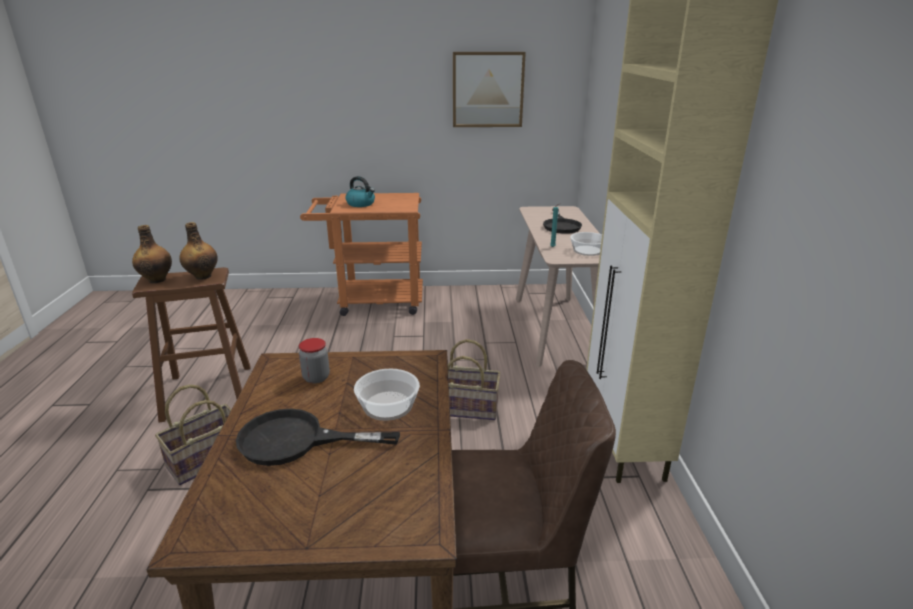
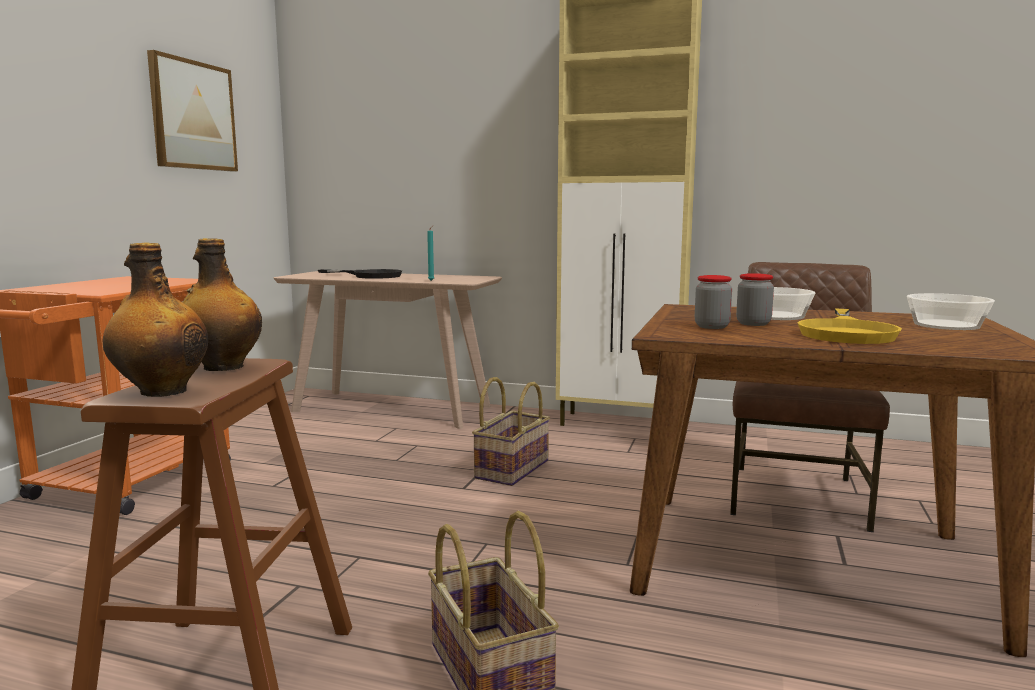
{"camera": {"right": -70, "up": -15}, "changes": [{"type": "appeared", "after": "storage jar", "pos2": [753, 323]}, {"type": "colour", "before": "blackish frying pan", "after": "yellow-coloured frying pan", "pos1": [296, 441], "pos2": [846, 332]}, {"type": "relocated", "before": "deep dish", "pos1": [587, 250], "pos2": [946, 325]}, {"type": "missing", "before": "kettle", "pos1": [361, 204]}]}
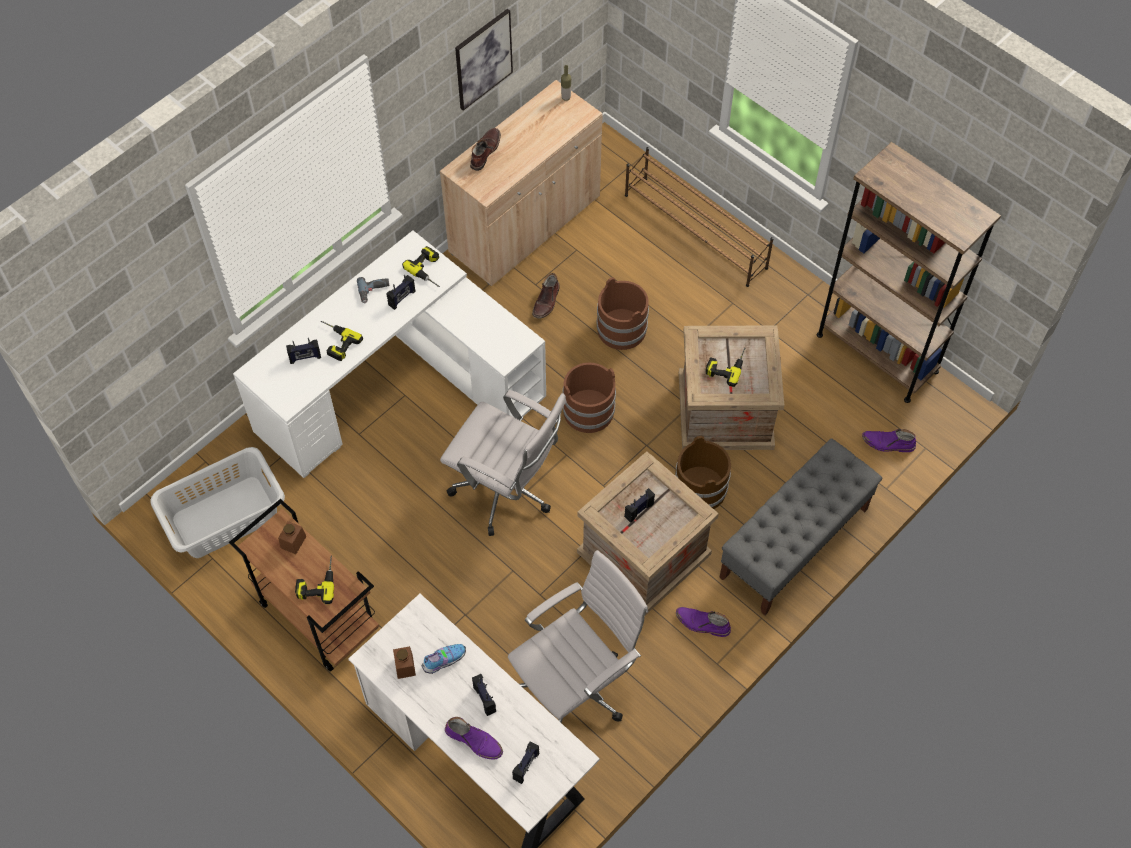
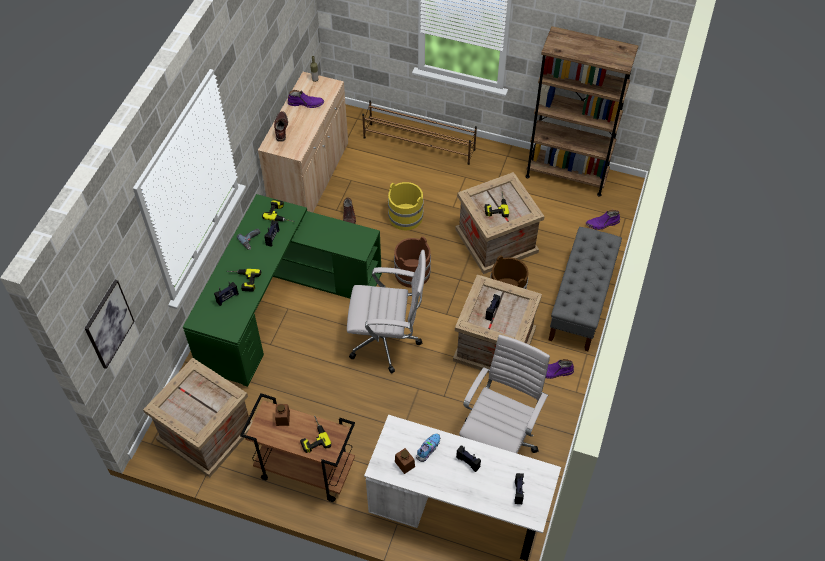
{"camera": {"right": -25, "up": -5}, "changes": [{"type": "relocated", "before": "wall picture", "pos1": [483, 59], "pos2": [108, 324]}, {"type": "exchanged", "before": "gray laundry basket", "after": "packing crate", "pos1": [224, 517], "pos2": [205, 433]}, {"type": "colour", "before": "white-coloured desk table", "after": "greenish desk table", "pos1": [398, 385], "pos2": [280, 304]}, {"type": "relocated", "before": "purplish tall boot", "pos1": [474, 740], "pos2": [306, 103]}, {"type": "colour", "before": "brown-coloured bucket", "after": "yellow-coloured bucket", "pos1": [622, 329], "pos2": [406, 217]}]}
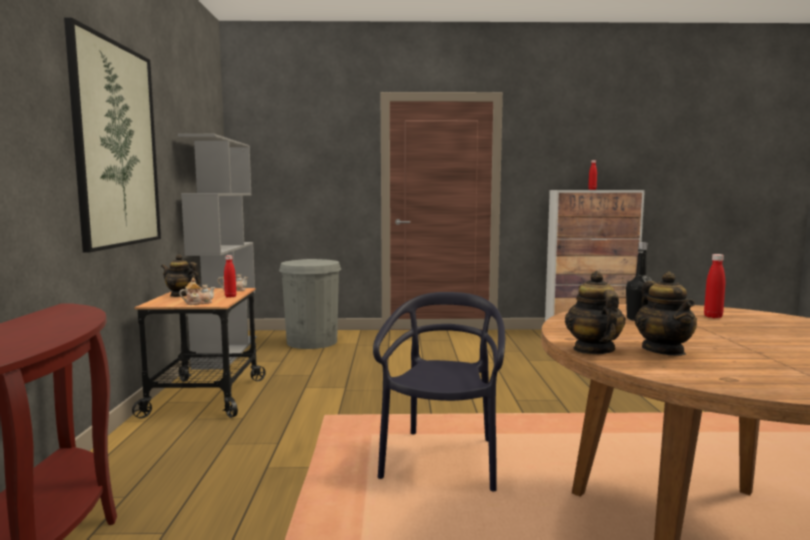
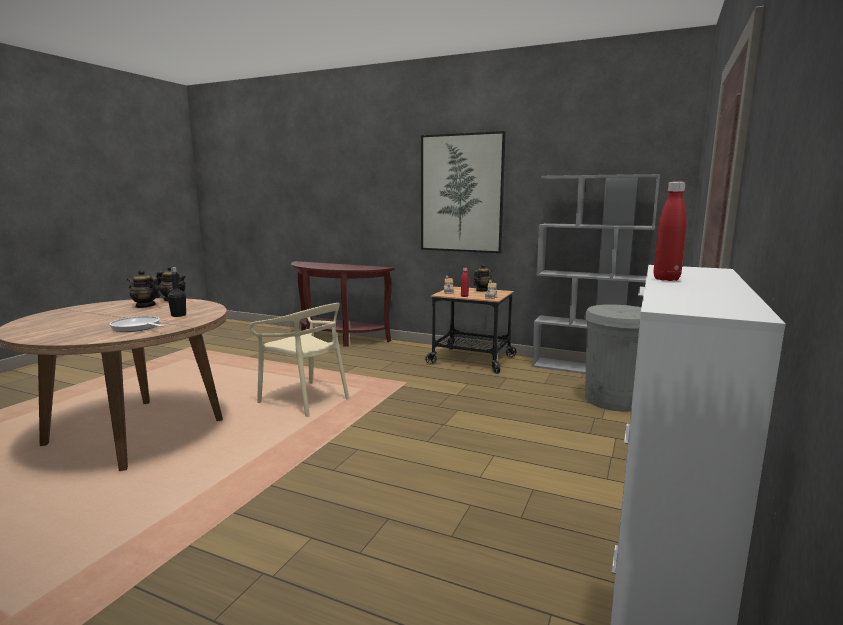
{"camera": {"right": 115, "up": 5}, "changes": [{"type": "exchanged", "before": "red drink bottle", "after": "frying pan", "pos1": [713, 316], "pos2": [137, 327]}, {"type": "colour", "before": "blackish upright chair", "after": "sand-coloured upright chair", "pos1": [443, 460], "pos2": [305, 399]}]}
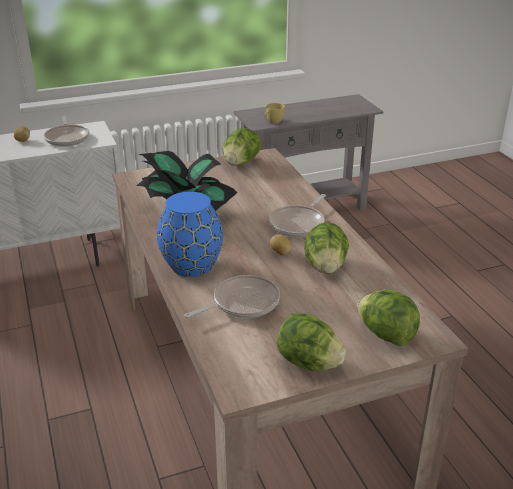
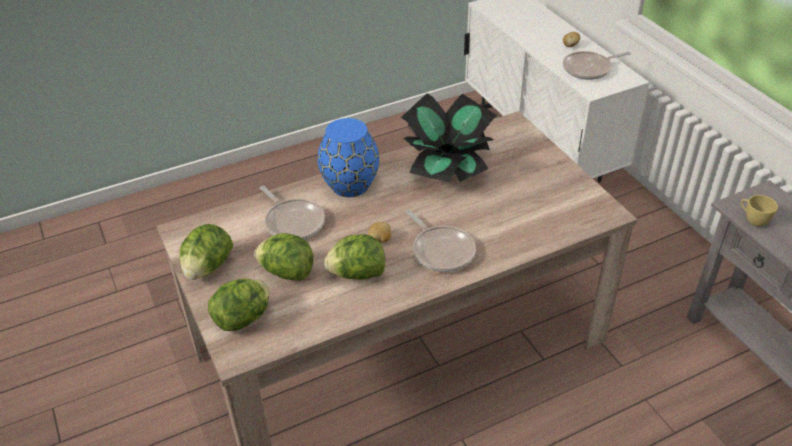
{"camera": {"right": 85, "up": 10}, "changes": [{"type": "relocated", "before": "lettuce", "pos1": [241, 163], "pos2": [287, 272]}, {"type": "spun", "before": "frying pan", "pos1": [299, 224], "pos2": [441, 250], "turn": -150}]}
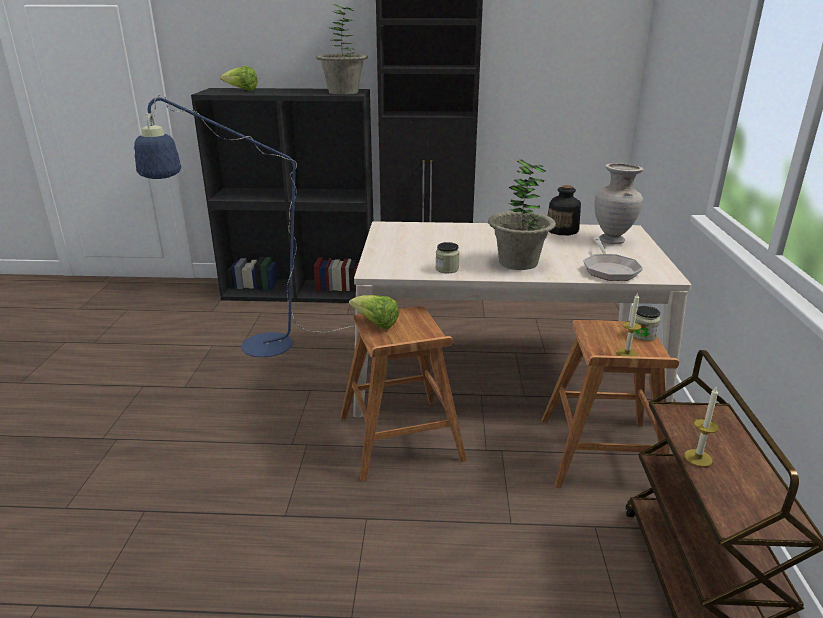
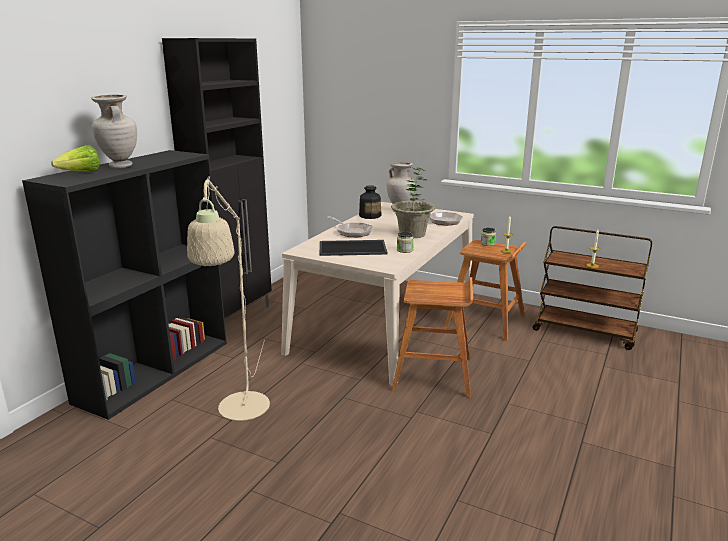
{"camera": {"right": -65, "up": -5}, "changes": [{"type": "appeared", "after": "sand-coloured flower vase", "pos2": [120, 166]}, {"type": "colour", "before": "blue-coloured standard lamp", "after": "sand-coloured standard lamp", "pos1": [253, 347], "pos2": [242, 413]}, {"type": "appeared", "after": "carrying tray", "pos2": [353, 248]}, {"type": "appeared", "after": "frying pan", "pos2": [352, 232]}, {"type": "missing", "before": "potted plant", "pos1": [343, 92]}, {"type": "missing", "before": "lettuce", "pos1": [376, 324]}]}
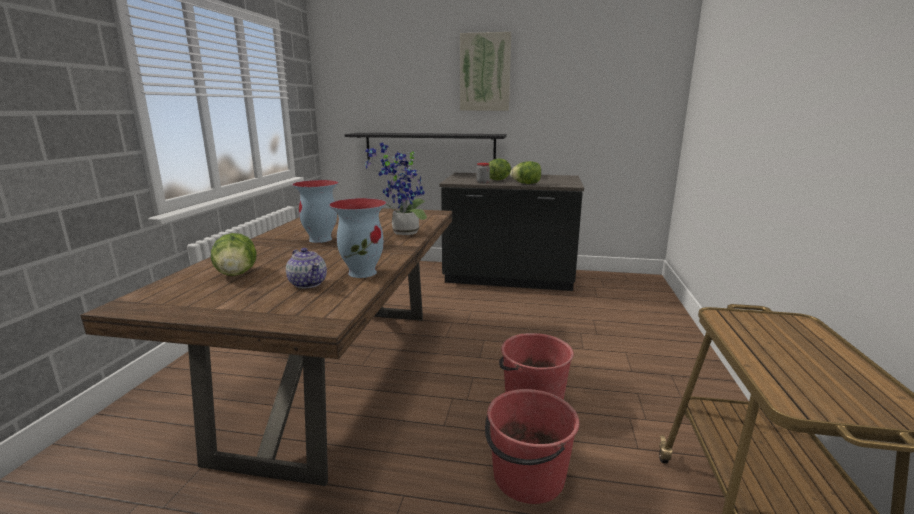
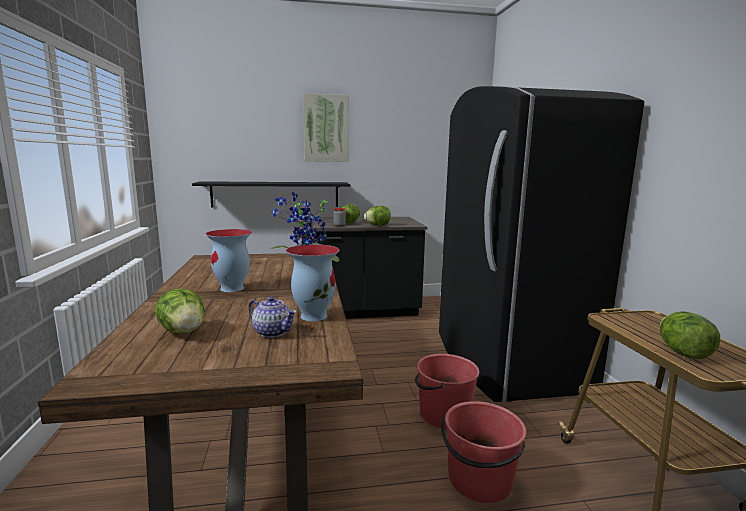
{"camera": {"right": -20, "up": -5}, "changes": [{"type": "appeared", "after": "blackish refrigerator", "pos2": [505, 362]}, {"type": "appeared", "after": "lettuce", "pos2": [683, 353]}]}
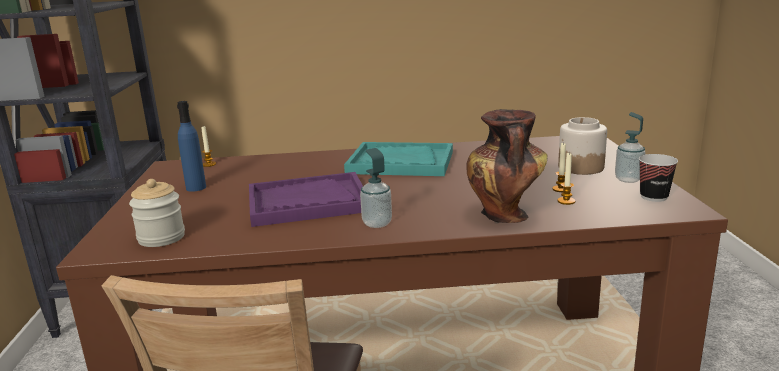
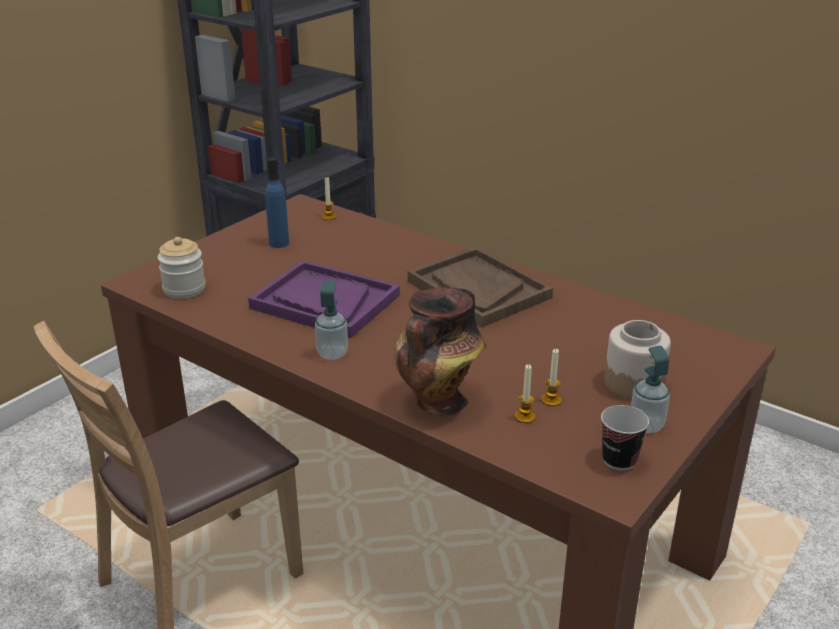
{"camera": {"right": 40, "up": 10}, "changes": [{"type": "colour", "before": "turquoise carrying tray", "after": "brown-coloured carrying tray", "pos1": [400, 162], "pos2": [478, 289]}]}
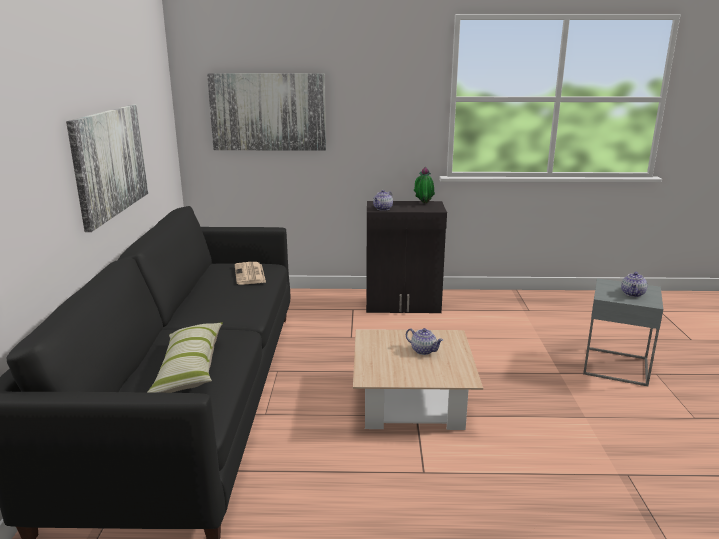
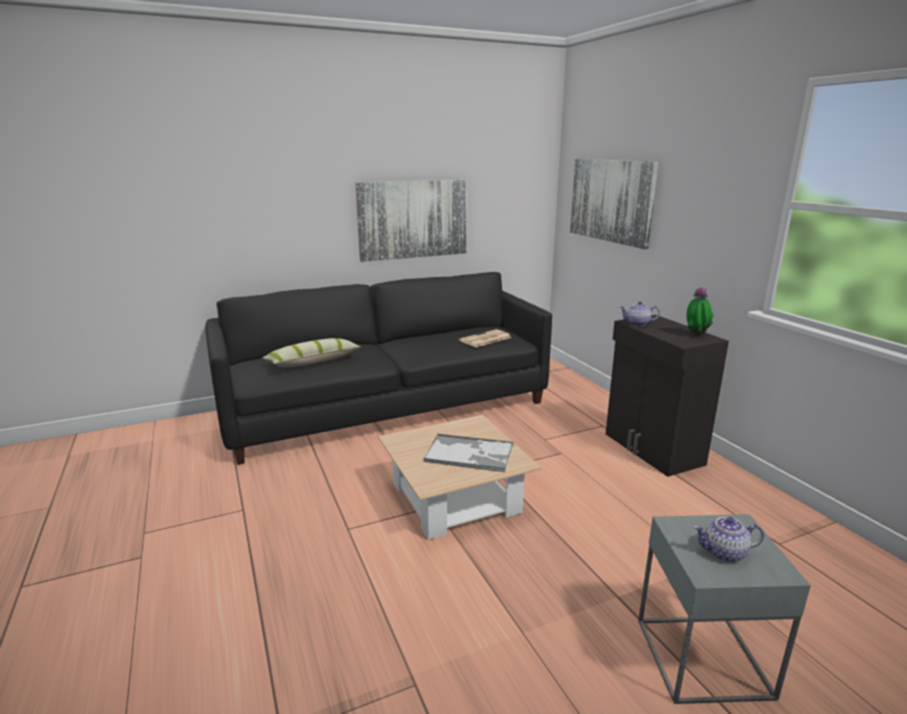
{"camera": {"right": 65, "up": 0}, "changes": [{"type": "exchanged", "before": "pot for tea", "after": "carrying tray", "pos1": [424, 350], "pos2": [470, 454]}]}
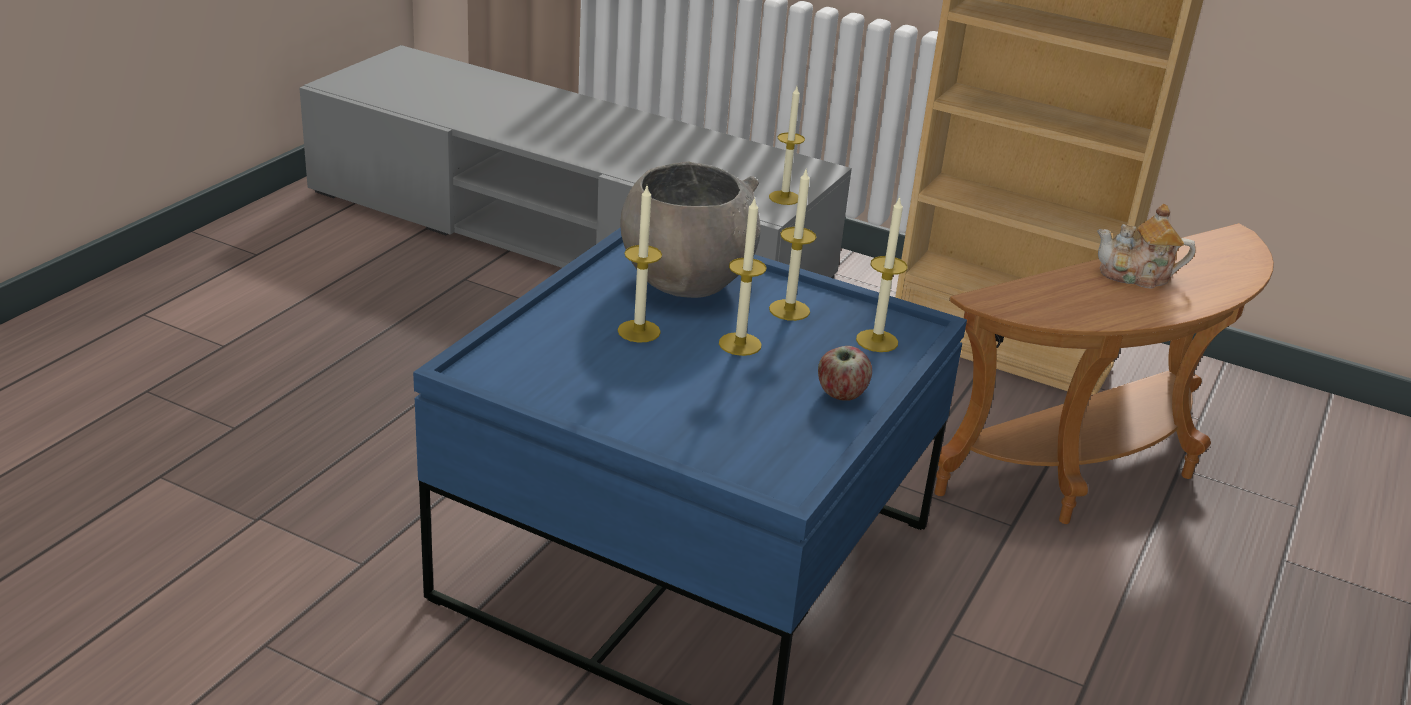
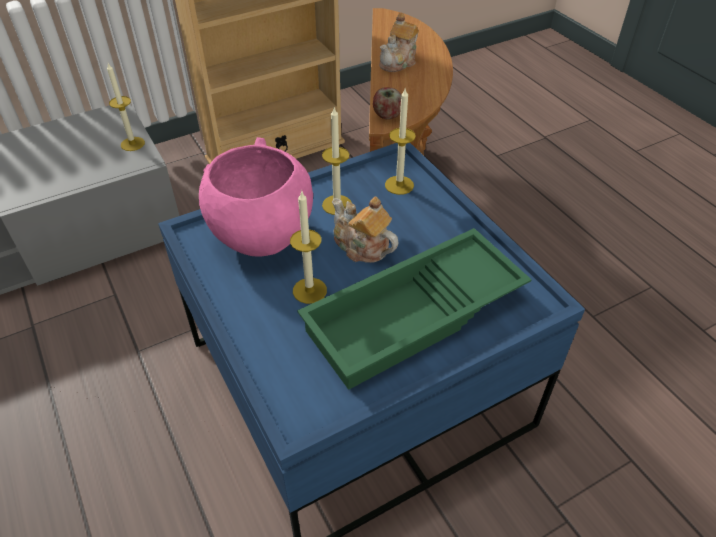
{"camera": {"right": -55, "up": 15}, "changes": [{"type": "colour", "before": "gray deep dish", "after": "pink-coloured deep dish", "pos1": [685, 280], "pos2": [261, 236]}, {"type": "appeared", "after": "greenish carrying tray", "pos2": [415, 317]}, {"type": "exchanged", "before": "wax candle", "after": "pot for tea", "pos1": [740, 344], "pos2": [361, 247]}, {"type": "relocated", "before": "whole apple", "pos1": [841, 394], "pos2": [387, 116]}]}
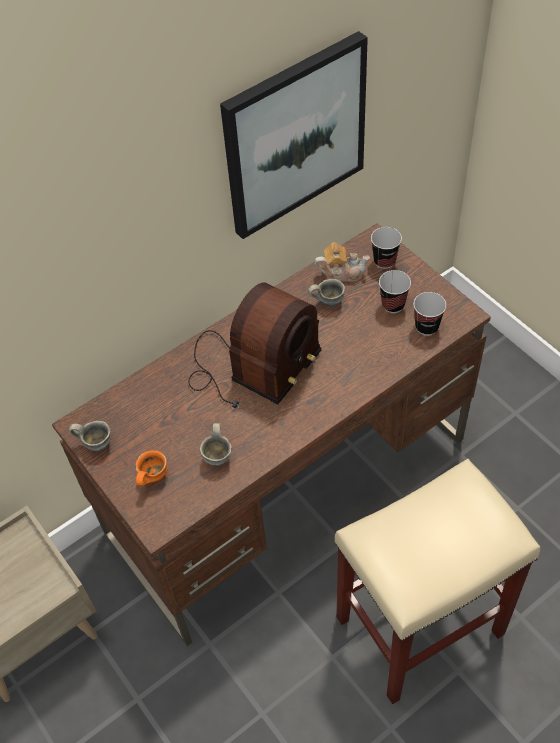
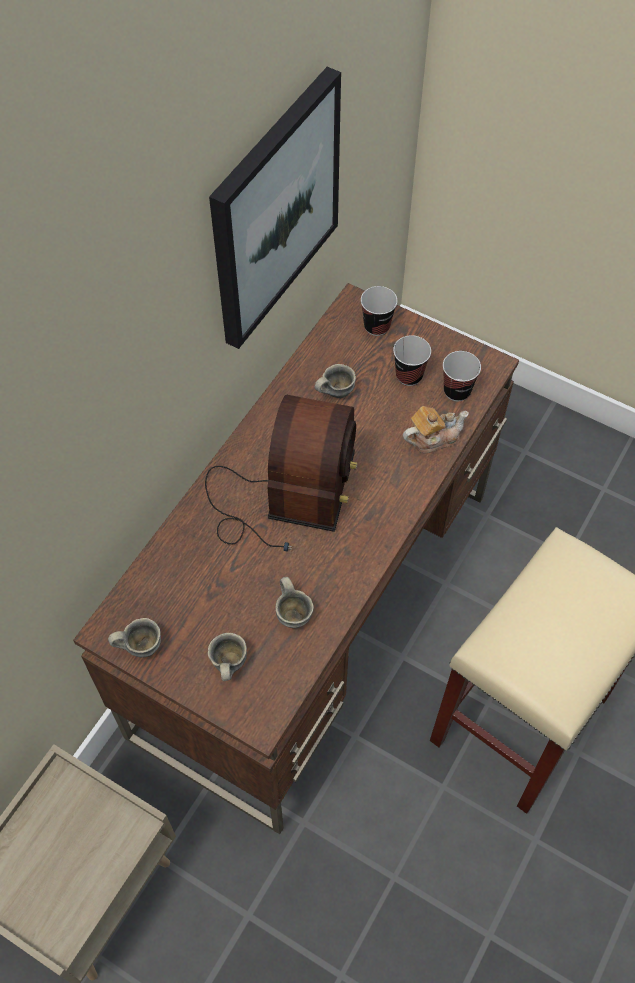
{"camera": {"right": -25, "up": 5}, "changes": [{"type": "colour", "before": "orangey mug", "after": "gray mug", "pos1": [151, 477], "pos2": [227, 665]}, {"type": "relocated", "before": "pot for tea", "pos1": [342, 273], "pos2": [433, 438]}]}
